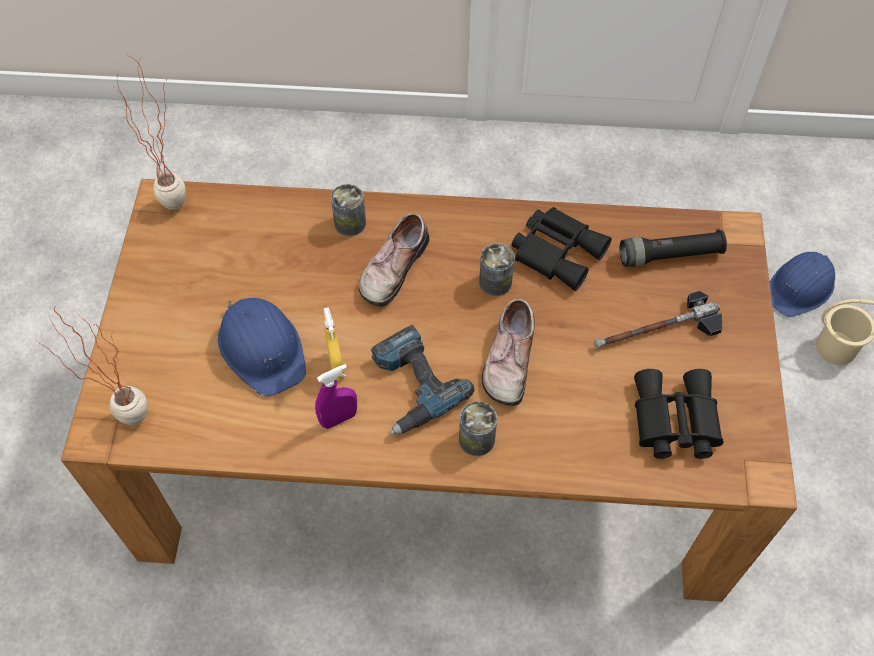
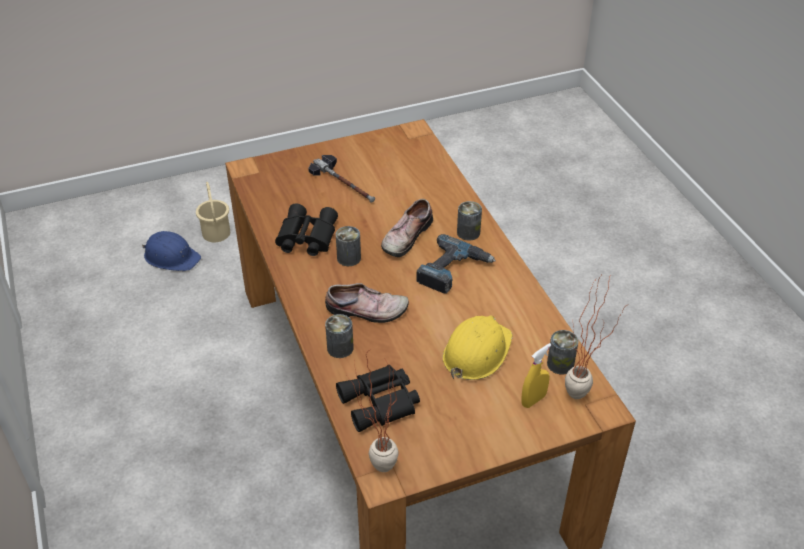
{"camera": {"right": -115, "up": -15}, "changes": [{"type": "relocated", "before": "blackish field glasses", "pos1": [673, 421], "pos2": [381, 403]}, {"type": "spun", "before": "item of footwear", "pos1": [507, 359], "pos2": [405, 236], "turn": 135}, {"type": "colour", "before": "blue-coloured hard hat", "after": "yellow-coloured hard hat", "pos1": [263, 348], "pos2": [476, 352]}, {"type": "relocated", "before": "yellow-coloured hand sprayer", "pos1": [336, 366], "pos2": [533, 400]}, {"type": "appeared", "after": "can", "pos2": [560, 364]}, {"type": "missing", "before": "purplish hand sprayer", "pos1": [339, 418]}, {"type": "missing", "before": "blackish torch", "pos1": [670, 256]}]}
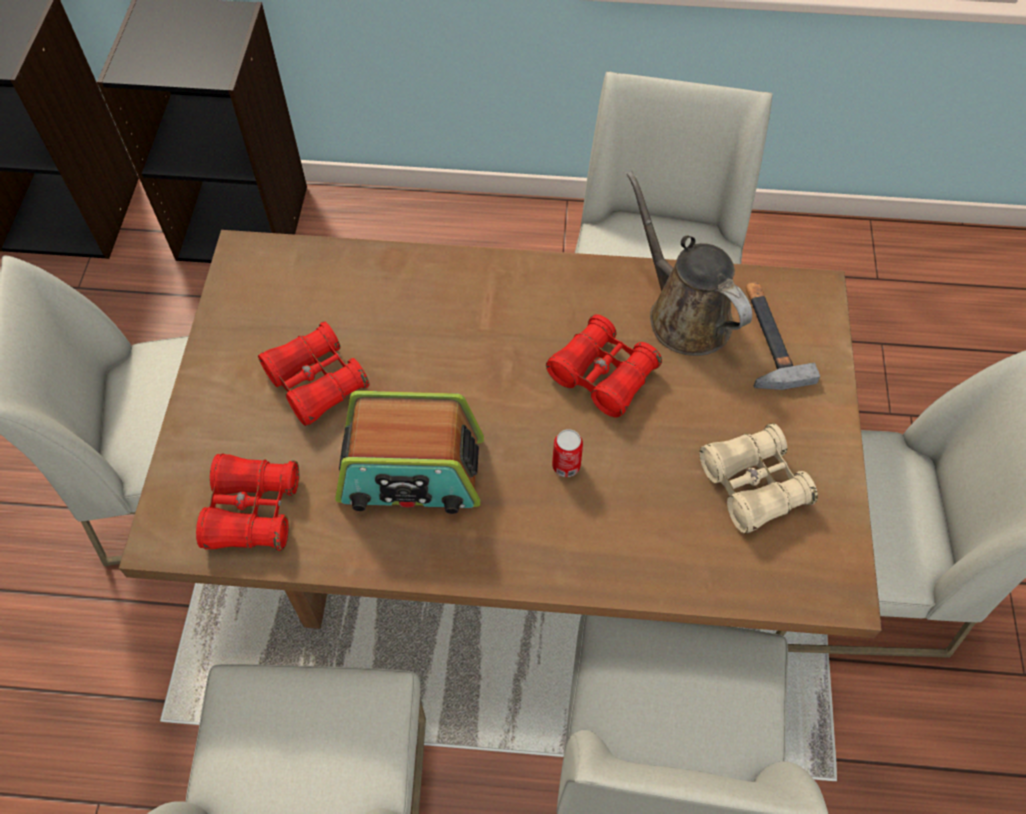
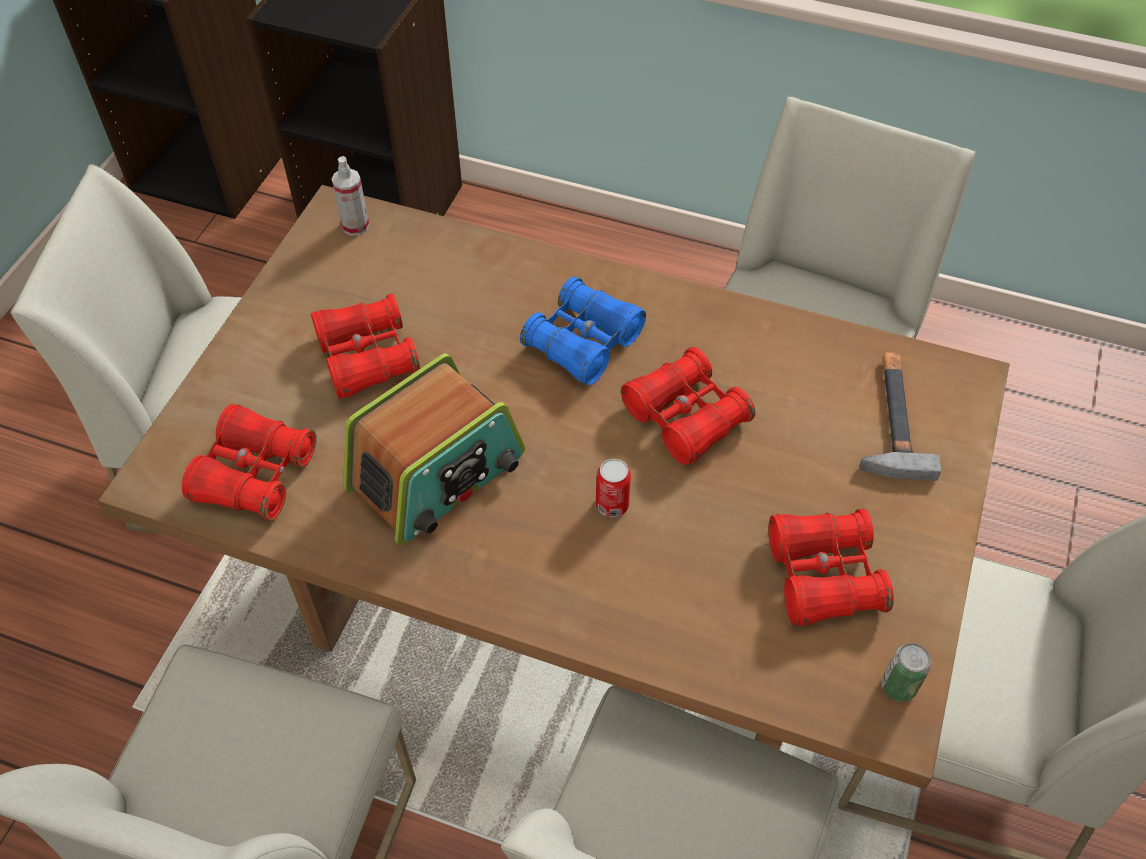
{"camera": {"right": 15, "up": -5}, "changes": [{"type": "appeared", "after": "hand sprayer", "pos2": [355, 226]}, {"type": "spun", "before": "radio set", "pos1": [411, 472], "pos2": [437, 473], "turn": -60}, {"type": "appeared", "after": "blue-coloured field glasses", "pos2": [583, 342]}, {"type": "colour", "before": "sand-coloured field glasses", "after": "red field glasses", "pos1": [752, 485], "pos2": [823, 576]}, {"type": "appeared", "after": "can", "pos2": [898, 686]}, {"type": "missing", "before": "brown-coloured watering can", "pos1": [684, 314]}]}
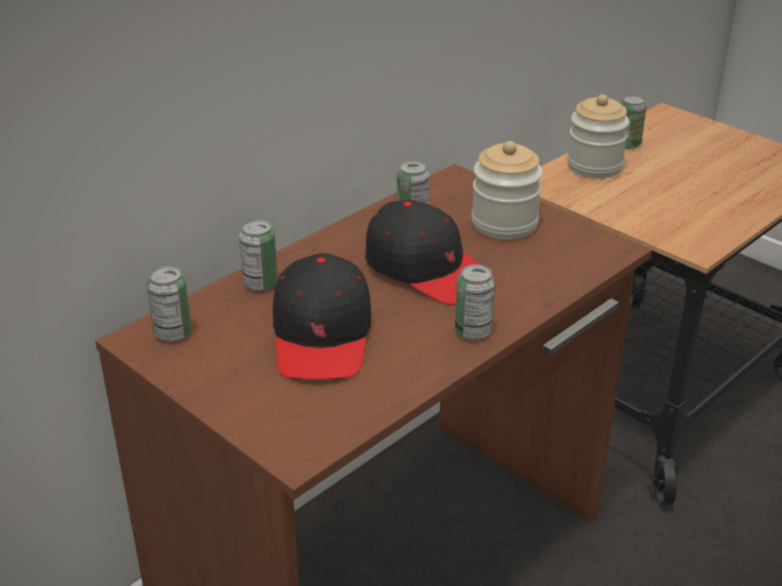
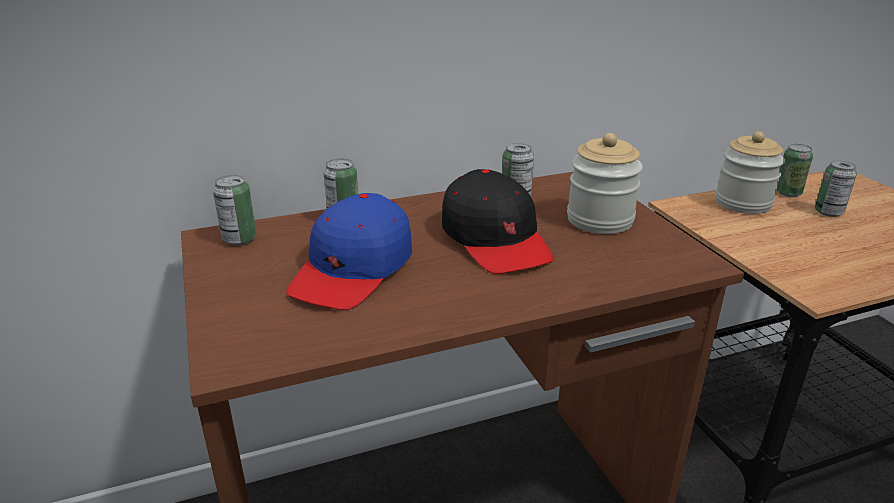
{"camera": {"right": 25, "up": -5}, "changes": [{"type": "colour", "before": "blackish peaked cap", "after": "blue-coloured peaked cap", "pos1": [322, 335], "pos2": [353, 270]}, {"type": "relocated", "before": "can", "pos1": [473, 331], "pos2": [828, 212]}]}
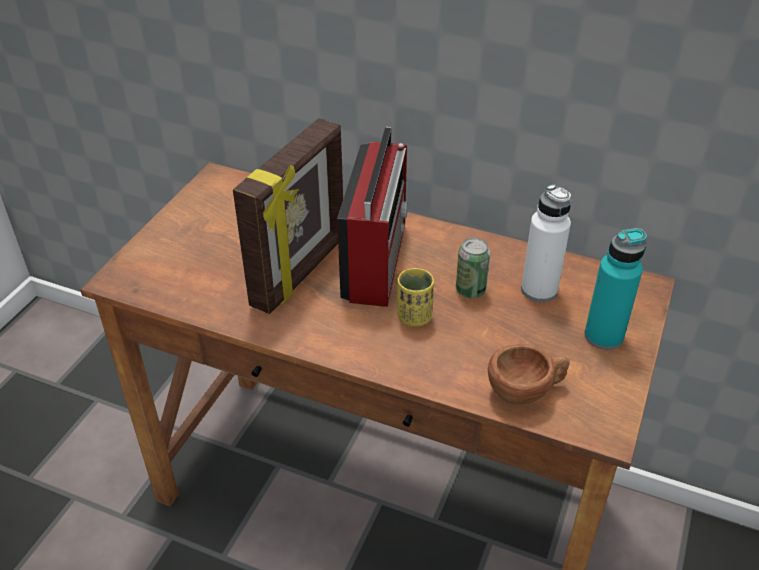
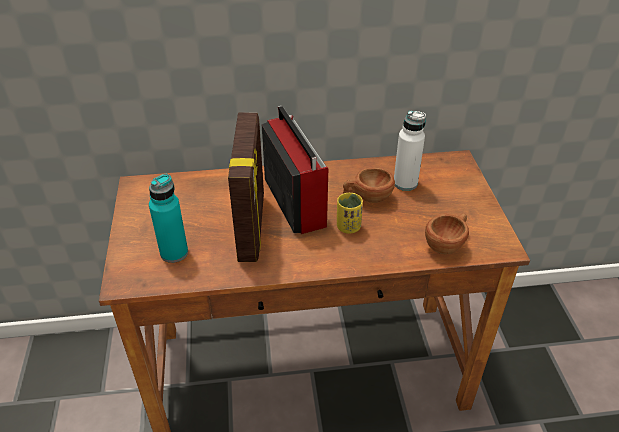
{"camera": {"right": -30, "up": 0}, "changes": [{"type": "relocated", "before": "turquoise drink bottle", "pos1": [603, 336], "pos2": [174, 253]}, {"type": "exchanged", "before": "can", "after": "brown-coloured cup", "pos1": [470, 290], "pos2": [367, 198]}]}
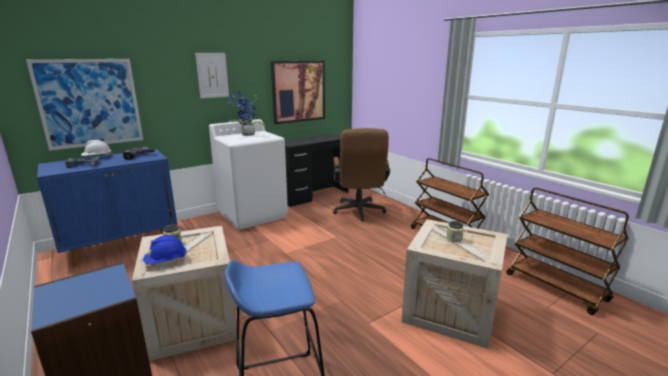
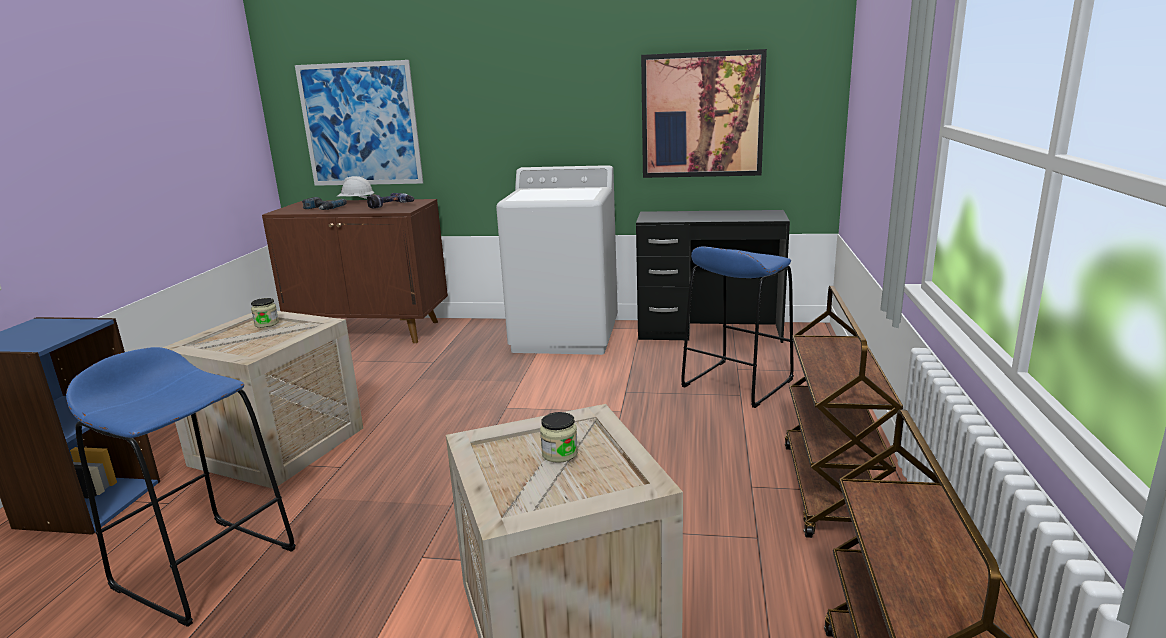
{"camera": {"right": 45, "up": 0}, "changes": [{"type": "colour", "before": "blue-coloured cupboard", "after": "brown-coloured cupboard", "pos1": [122, 245], "pos2": [372, 331]}, {"type": "exchanged", "before": "brown-coloured computer chair", "after": "blue-coloured stool seat", "pos1": [359, 212], "pos2": [736, 383]}, {"type": "missing", "before": "blue-coloured hard hat", "pos1": [166, 261]}, {"type": "missing", "before": "wall picture", "pos1": [212, 75]}, {"type": "missing", "before": "potted plant", "pos1": [247, 135]}]}
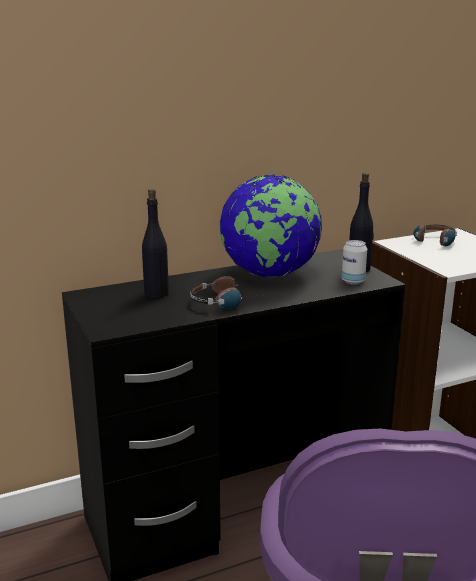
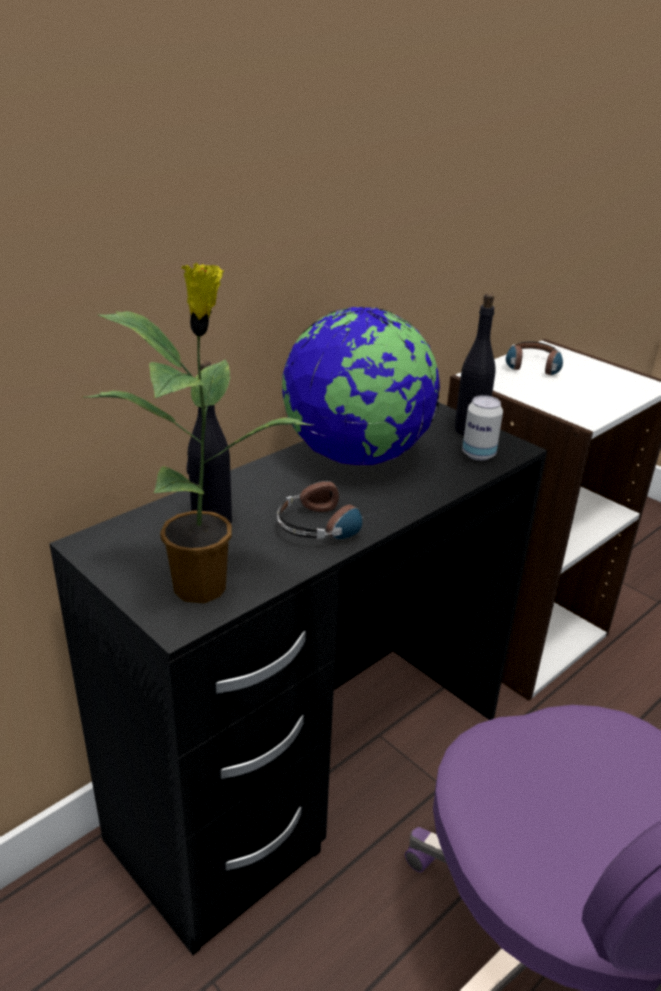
{"camera": {"right": -20, "up": 10}, "changes": [{"type": "appeared", "after": "potted plant", "pos2": [203, 585]}]}
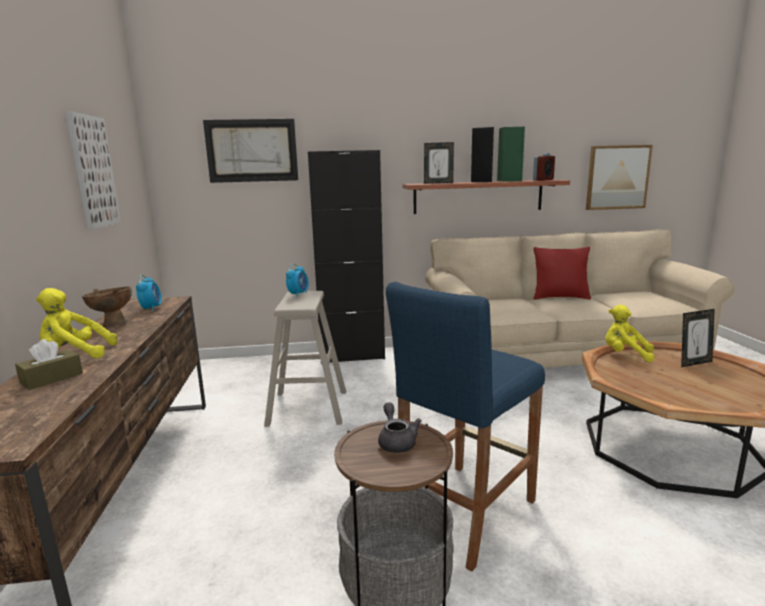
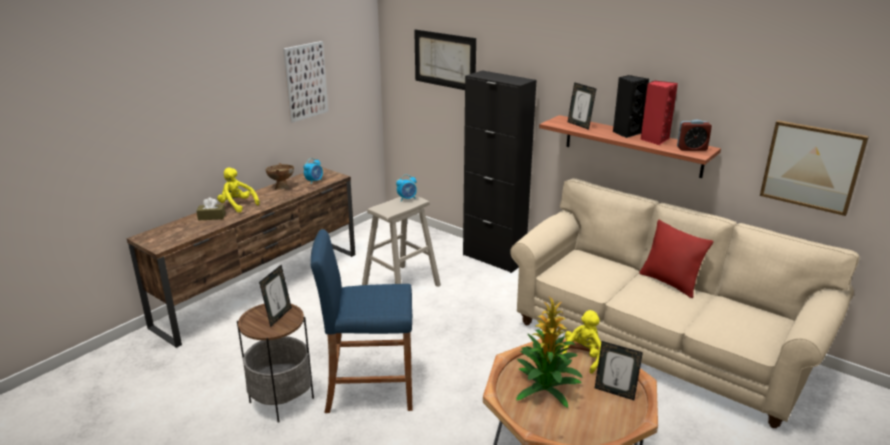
{"camera": {"right": 45, "up": 10}, "changes": [{"type": "exchanged", "before": "gray pot for tea", "after": "standing frame", "pos1": [396, 441], "pos2": [278, 316]}, {"type": "appeared", "after": "potted plant", "pos2": [546, 388]}, {"type": "spun", "before": "yellow-coloured plush toy", "pos1": [625, 355], "pos2": [582, 357], "turn": 45}, {"type": "colour", "before": "greenish speaker", "after": "red speaker", "pos1": [508, 181], "pos2": [654, 140]}]}
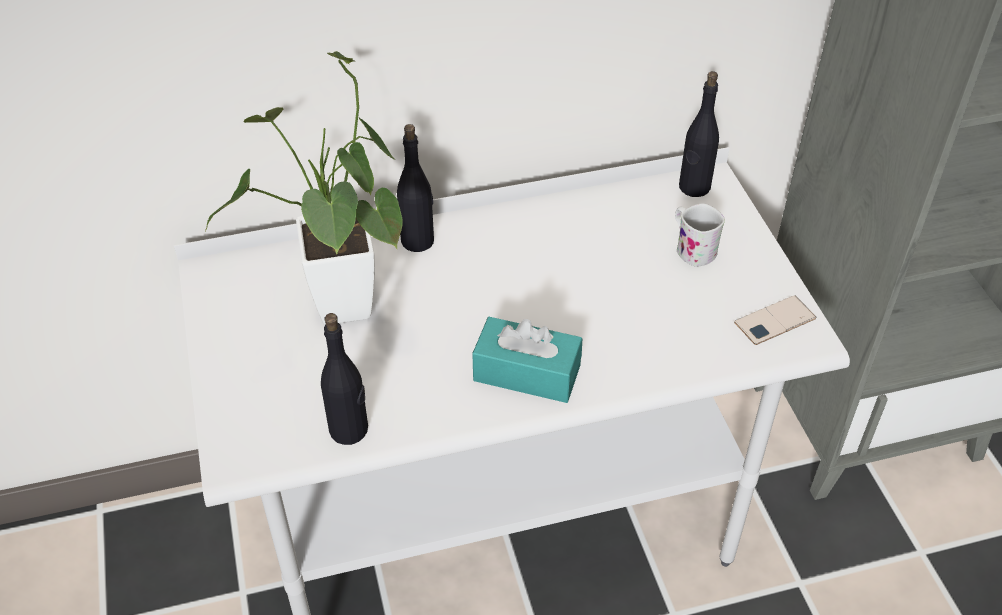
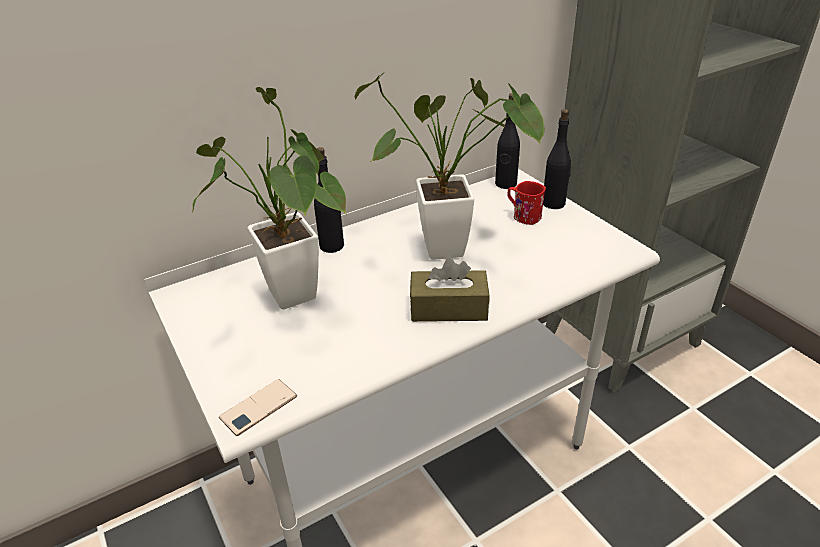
{"camera": {"right": -15, "up": -10}, "changes": [{"type": "relocated", "before": "telephone", "pos1": [775, 321], "pos2": [258, 407]}, {"type": "appeared", "after": "potted plant", "pos2": [455, 249]}, {"type": "colour", "before": "turquoise box of tissues", "after": "brown-coloured box of tissues", "pos1": [527, 373], "pos2": [448, 308]}, {"type": "colour", "before": "white-coloured mug", "after": "red mug", "pos1": [691, 249], "pos2": [523, 216]}, {"type": "relocated", "before": "blackish drink bottle", "pos1": [349, 430], "pos2": [554, 203]}]}
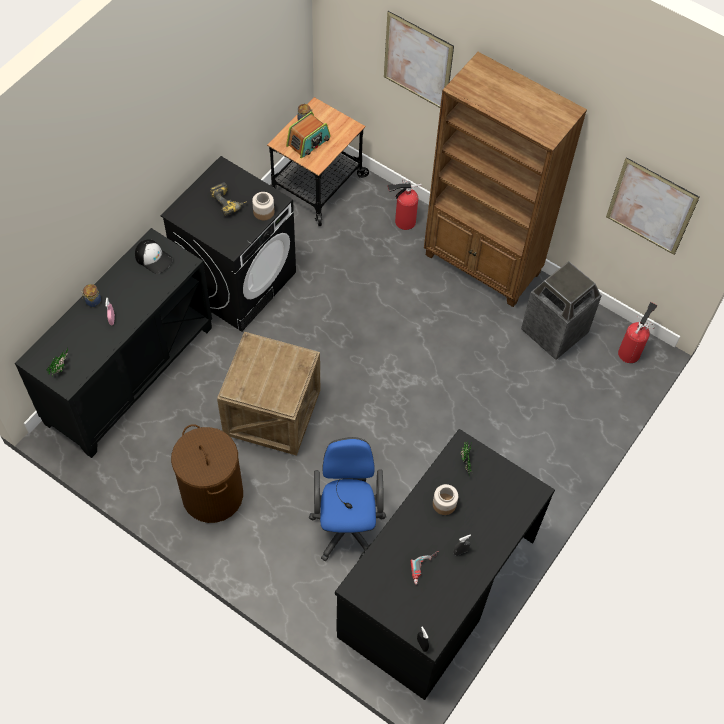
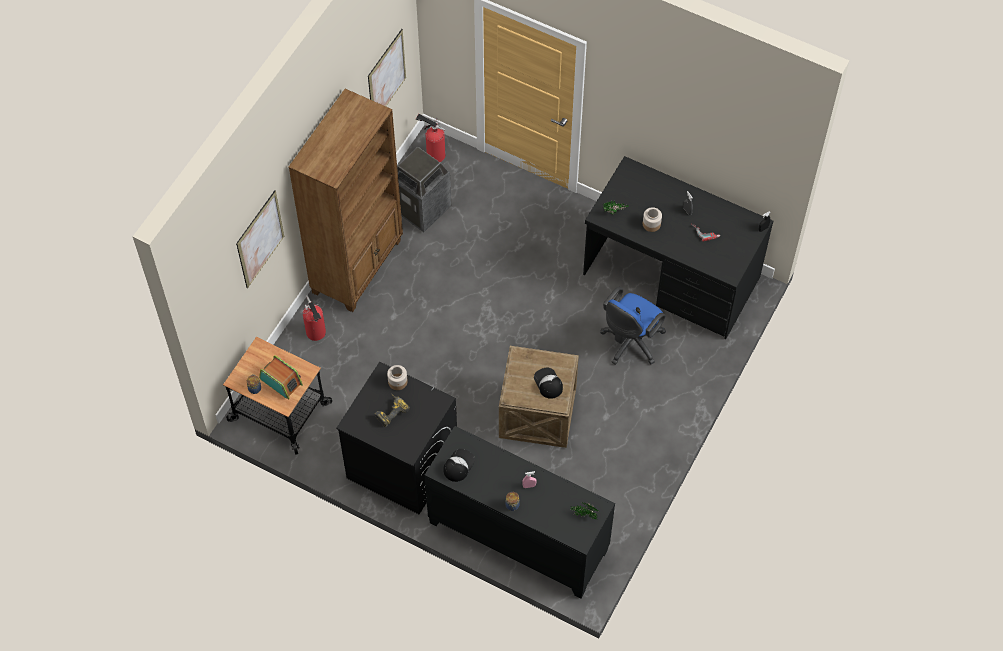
{"camera": {"right": -95, "up": 0}, "changes": [{"type": "appeared", "after": "peaked cap", "pos2": [548, 383]}, {"type": "spun", "before": "blue-coloured computer chair", "pos1": [347, 524], "pos2": [630, 343], "turn": -45}, {"type": "missing", "before": "brown-coloured laundry basket", "pos1": [212, 494]}]}
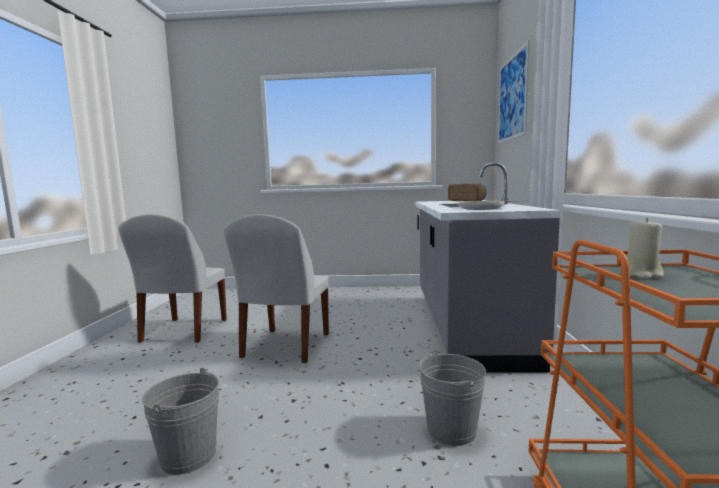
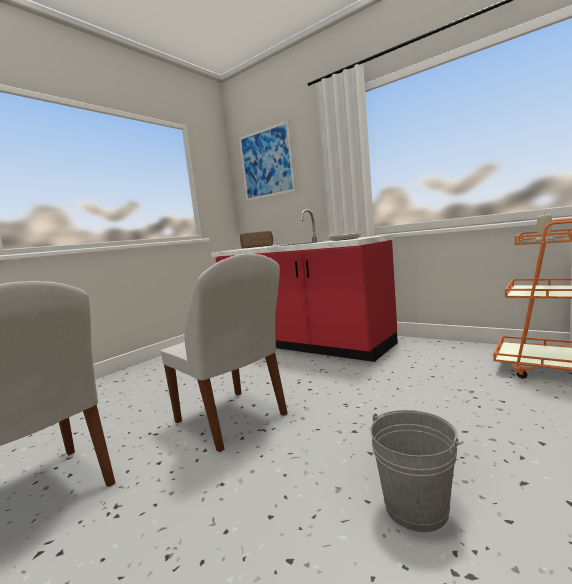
{"camera": {"right": -55, "up": 0}, "changes": [{"type": "colour", "before": "gray kitchen base unit", "after": "red kitchen base unit", "pos1": [466, 325], "pos2": [305, 344]}, {"type": "missing", "before": "gray bucket", "pos1": [451, 429]}]}
